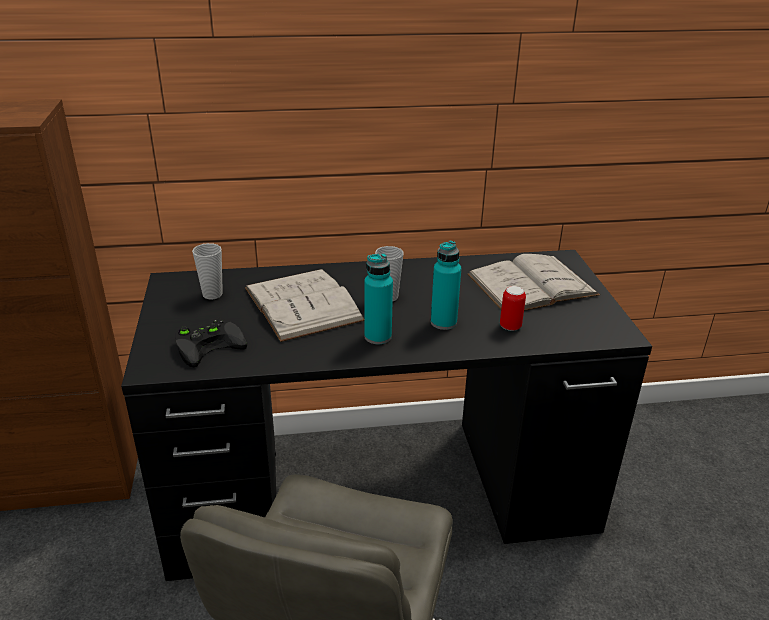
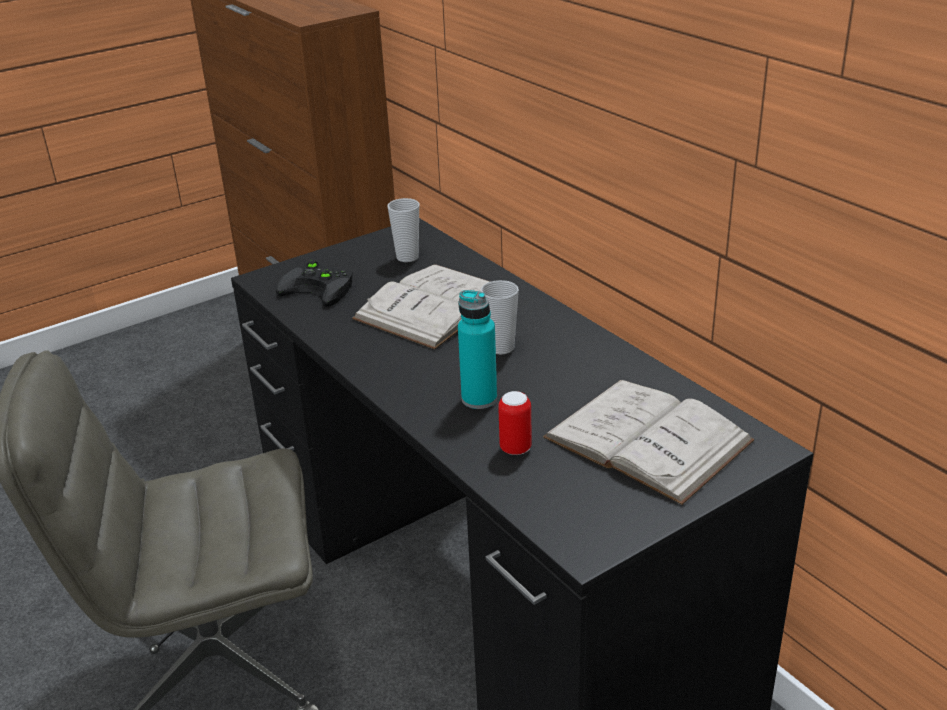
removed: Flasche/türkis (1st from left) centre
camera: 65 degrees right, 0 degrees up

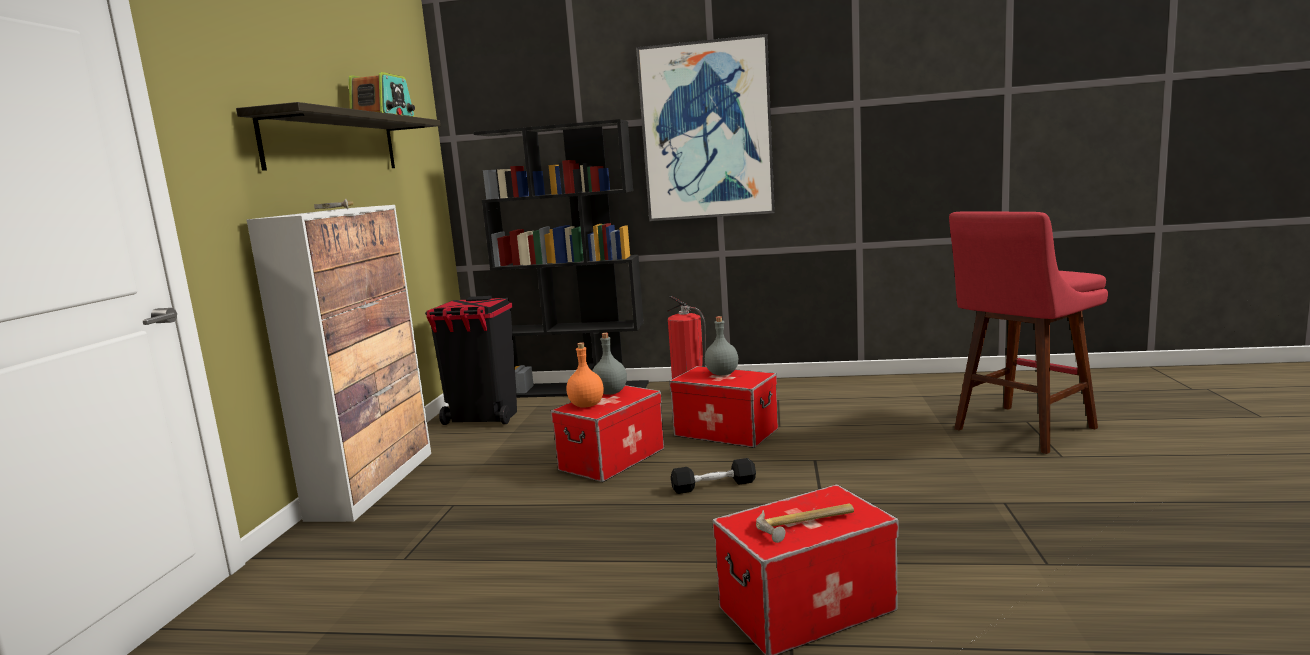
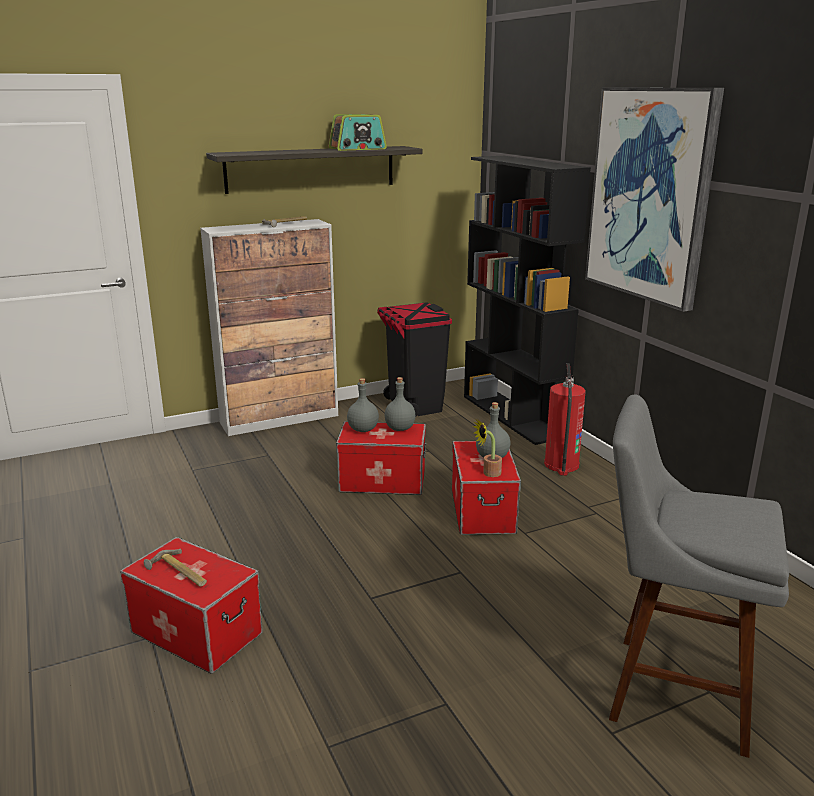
removed: Hantel/schwarz bottom centre
added: Topfpflanze centre
recoloured: Hocker/rot middle right to Hocker/grau bottom right; Flasche/orange centre to Flasche/grau (1st from left) centre
camera: 55 degrees right, 10 degrees up

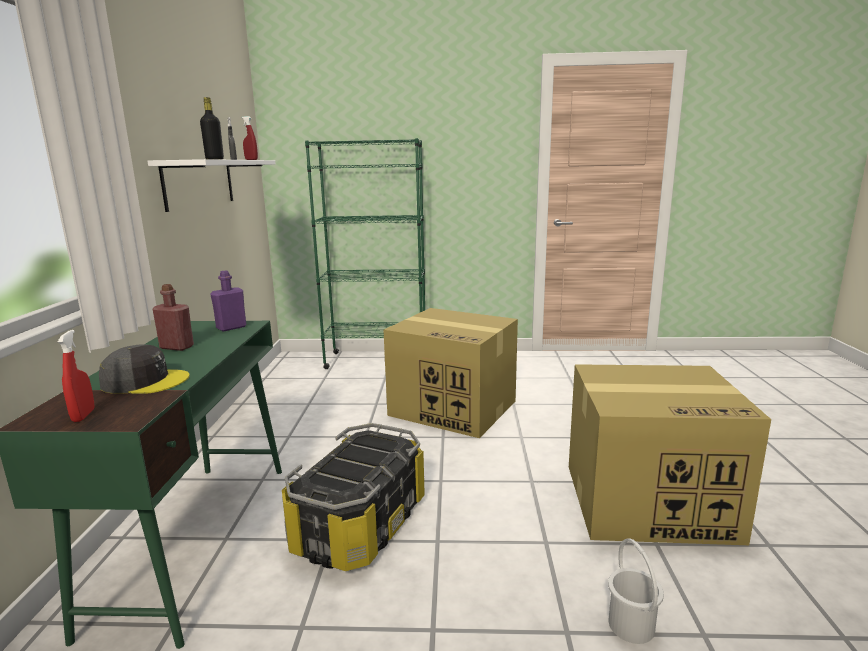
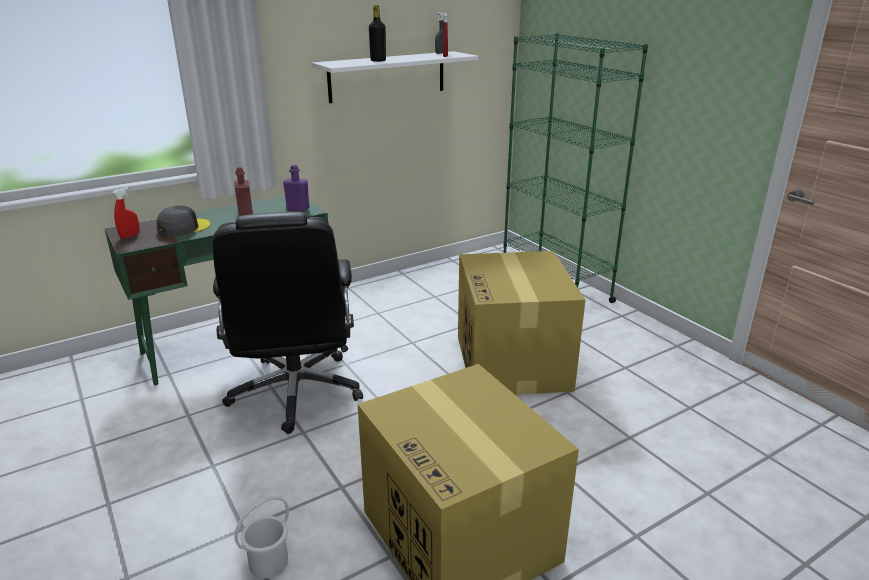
replaced: Aufbewahrungsbox bottom centre to Bürostuhl/schwarz middle left
turned: Kappe/grau middle left = middle left 105 degrees counterclockwise
camera: 55 degrees right, 10 degrees up

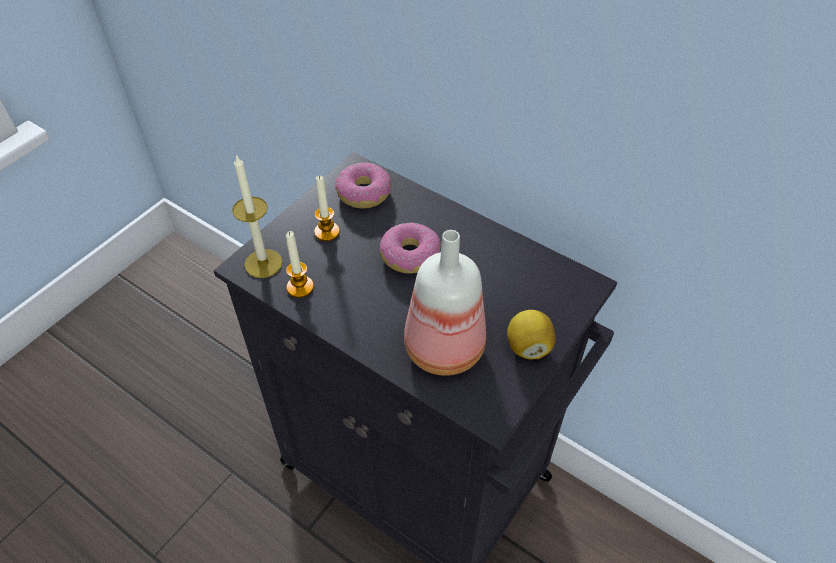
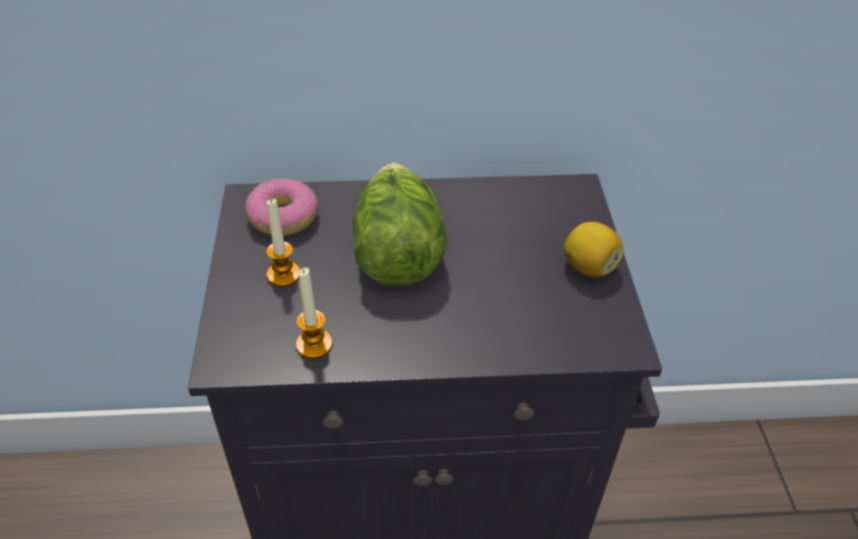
removed: Kerze (1st from left) middle left; Flasche centre
replaced: Donut (2nd from left) centre to Salatkopf centre
camera: 40 degrees left, 5 degrees down

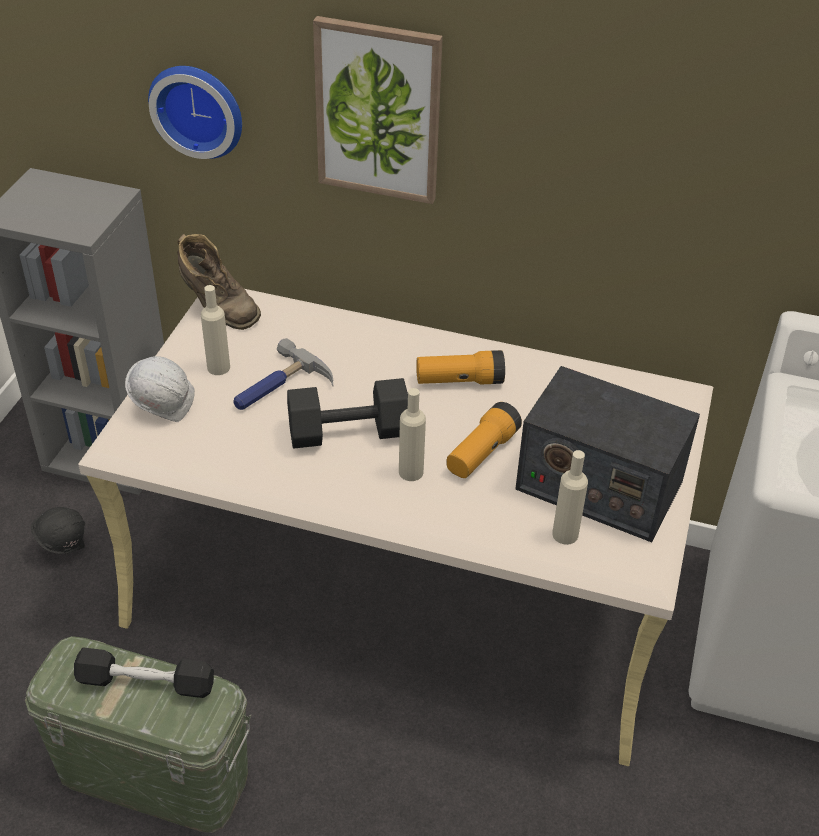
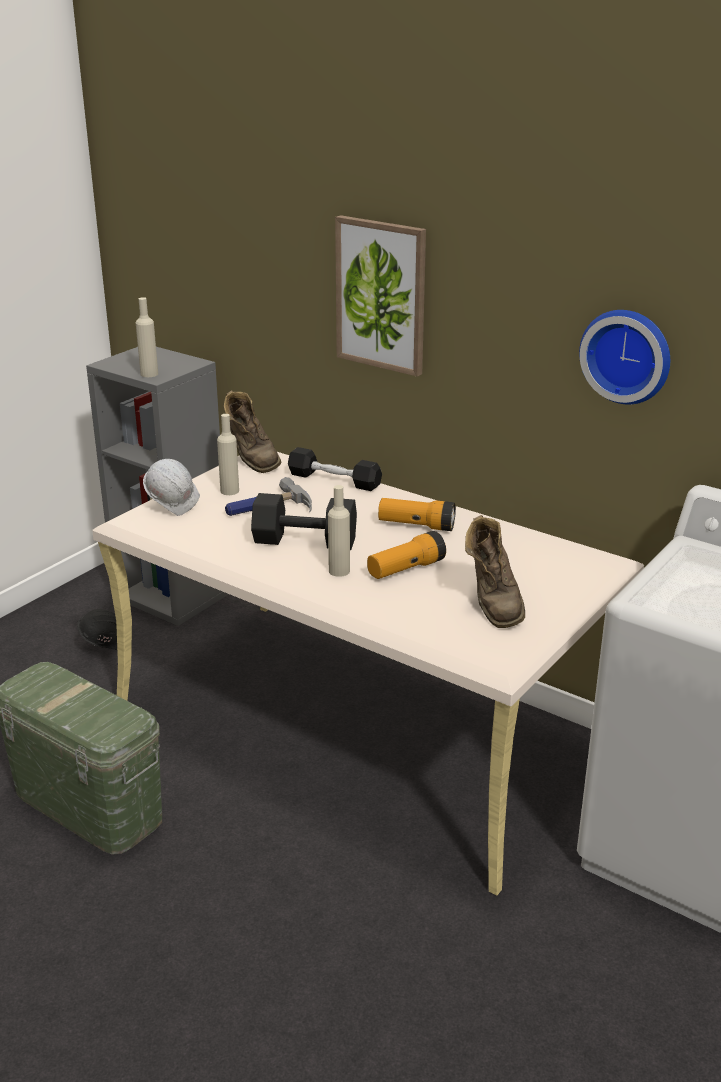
moved: Wanduhr top left to top right; Flasche/beige (3rd from left in the first image) middle right to Flasche/beige (1st from left) top left; Hantel/schwarz (1st from left in the first image) bottom left to Hantel/schwarz (2nd from left) centre
replaced: Radio middle right to Stiefel/braun (2nd from left) middle right
camera: 20 degrees right, 15 degrees down

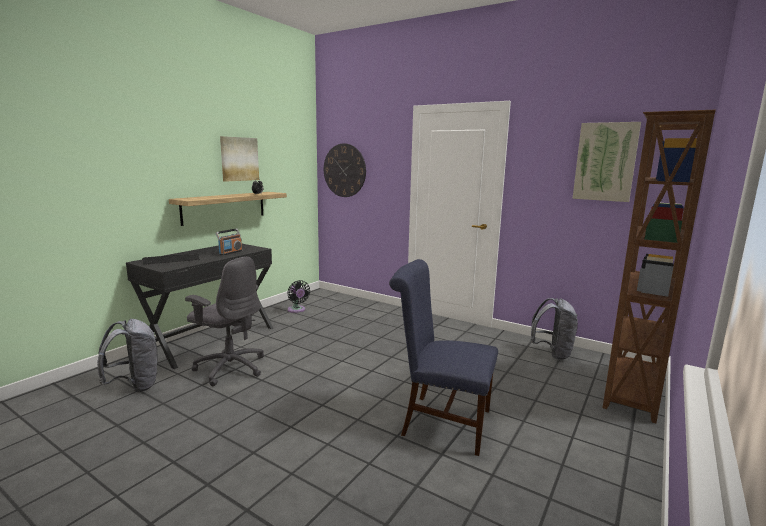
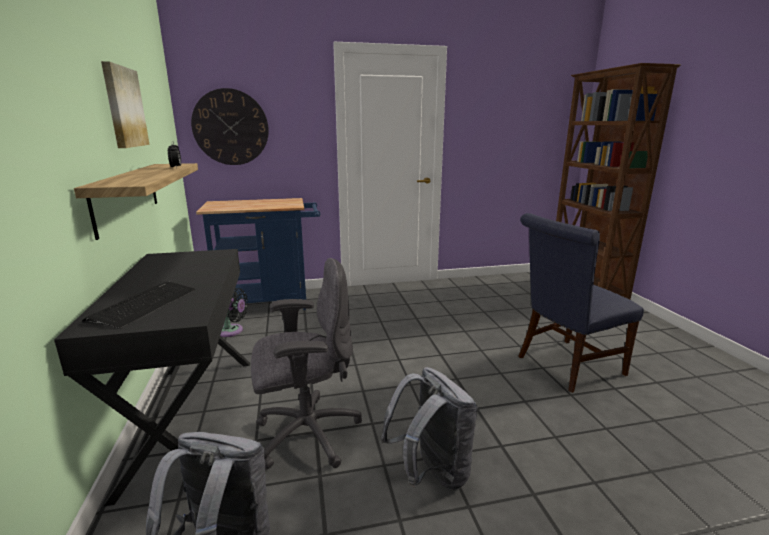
removed: Bild (2nd from left) top right; Radio middle left
added: Rollwagen/blau centre
moved: Rucksack/grau (2nd from left) middle right to bottom centre
camera: 45 degrees left, 5 degrees up

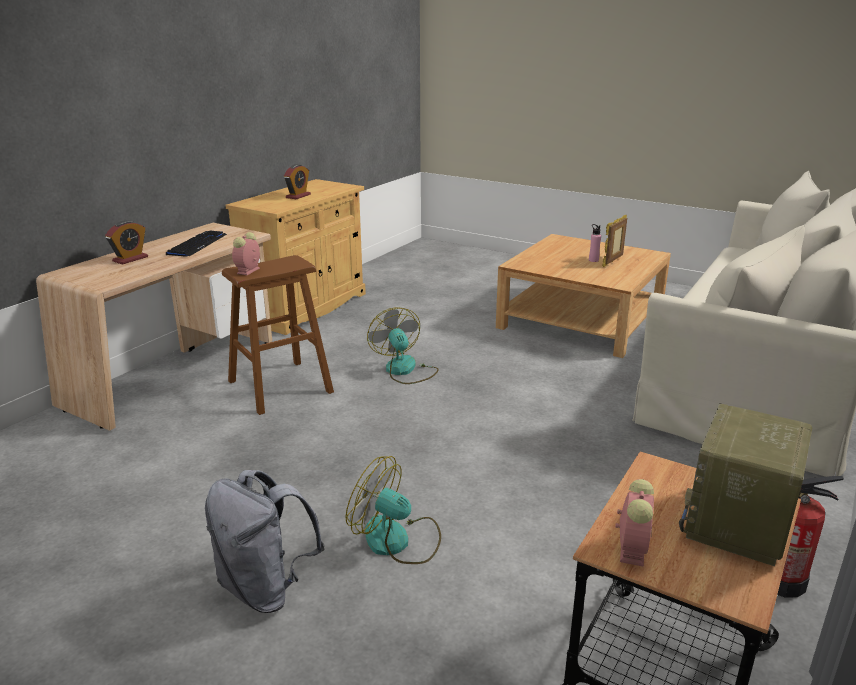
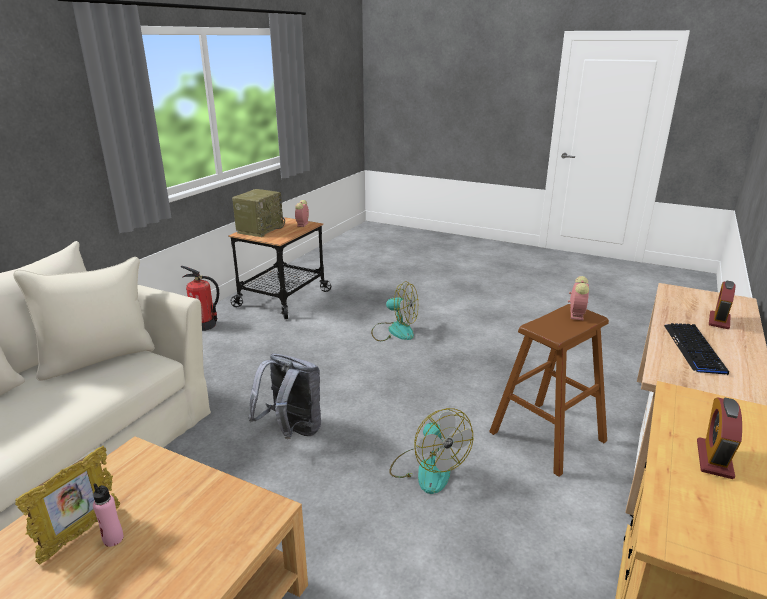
moved: Rucksack/grau bottom left to centre
camera: 175 degrees right, 0 degrees up

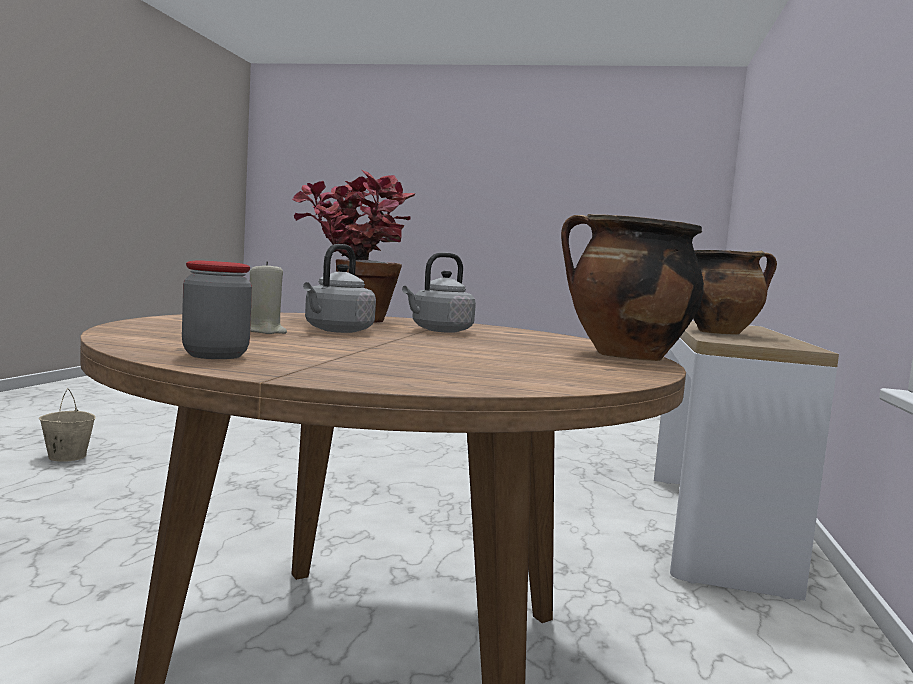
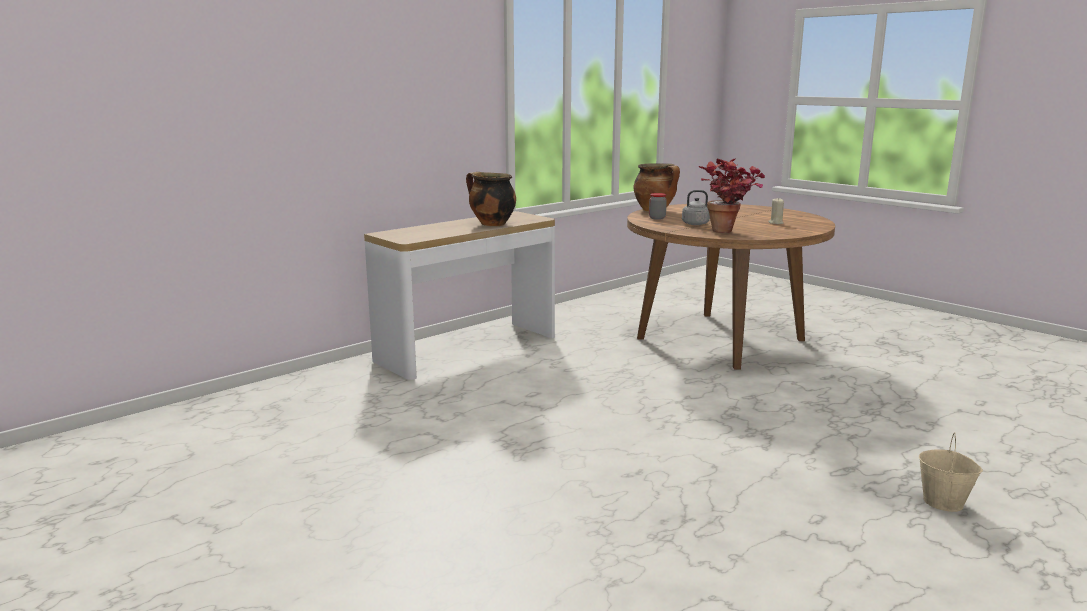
removed: Wasserkessel/grau (1st from left) centre
moved: Vorratsglas middle left to centre
camera: 145 degrees left, 10 degrees up

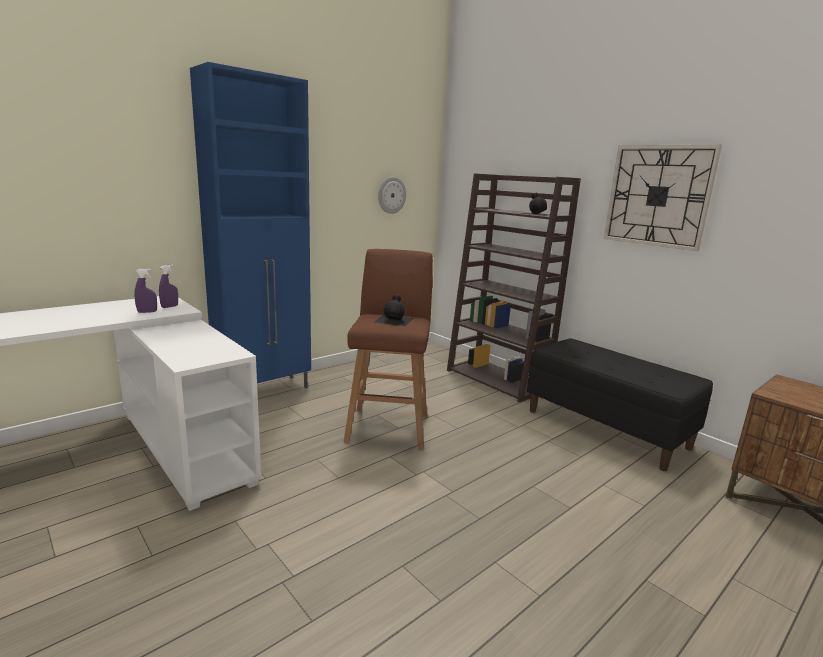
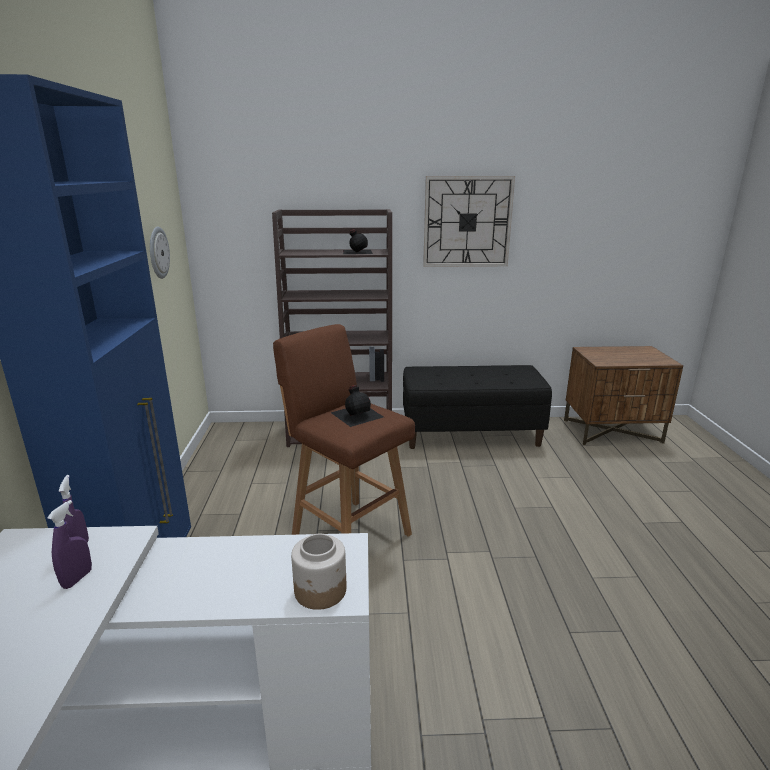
added: Vorratsglas bottom centre
camera: 50 degrees left, 5 degrees up

